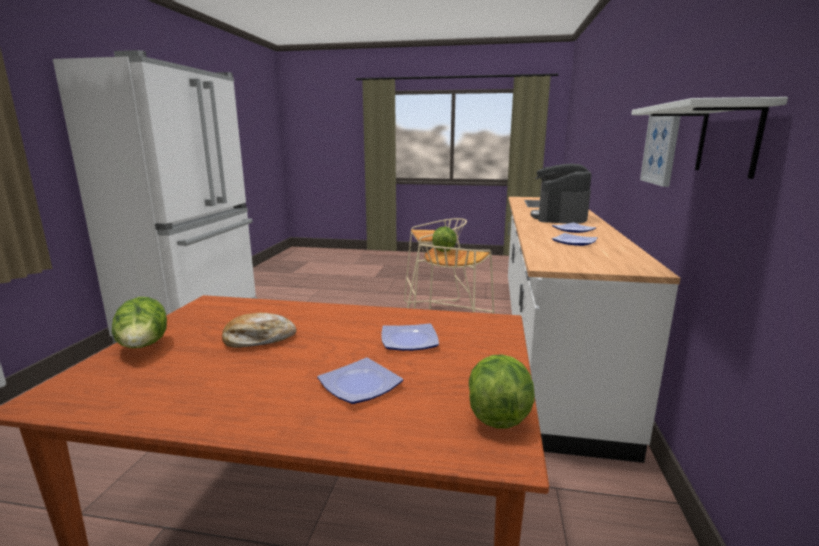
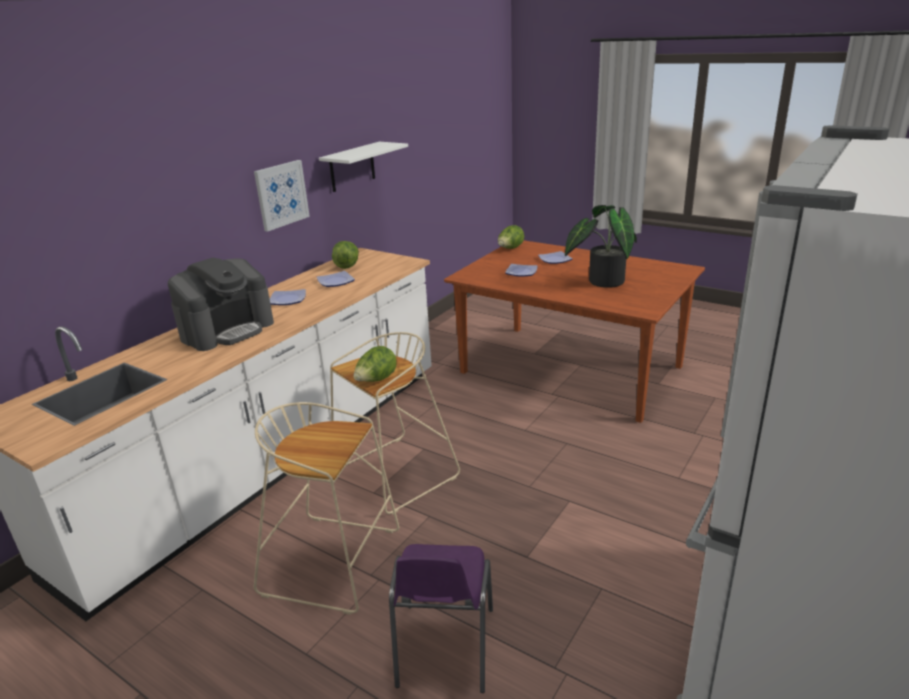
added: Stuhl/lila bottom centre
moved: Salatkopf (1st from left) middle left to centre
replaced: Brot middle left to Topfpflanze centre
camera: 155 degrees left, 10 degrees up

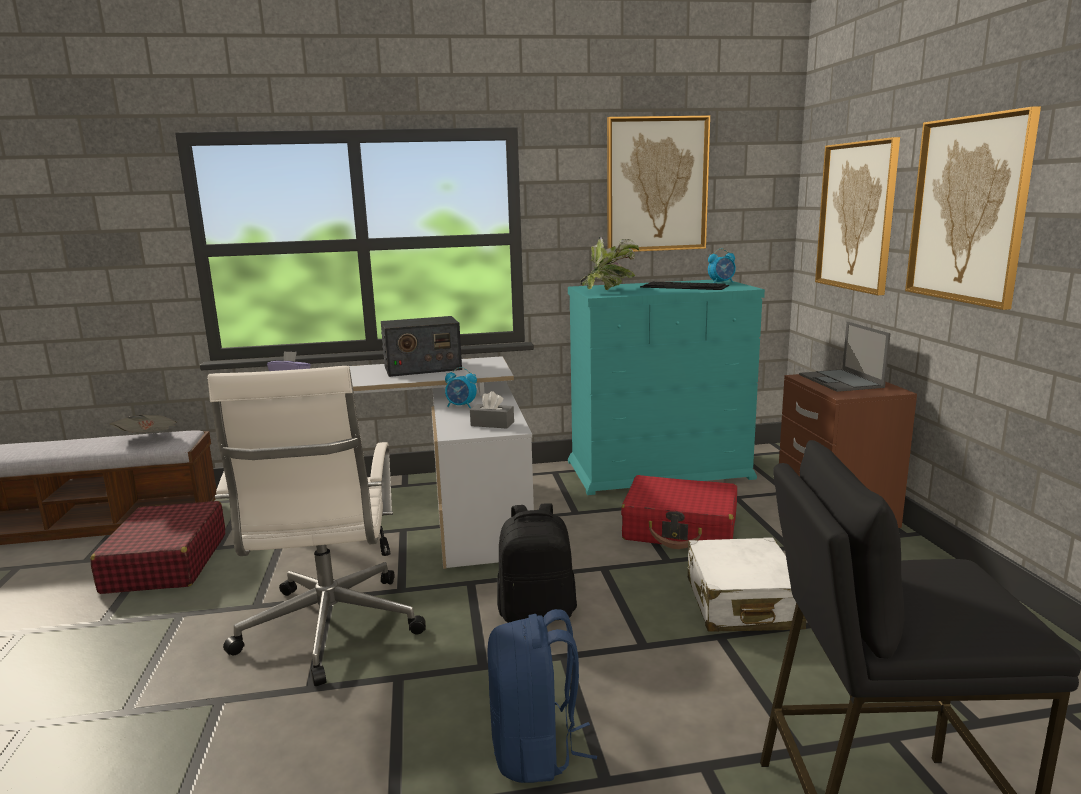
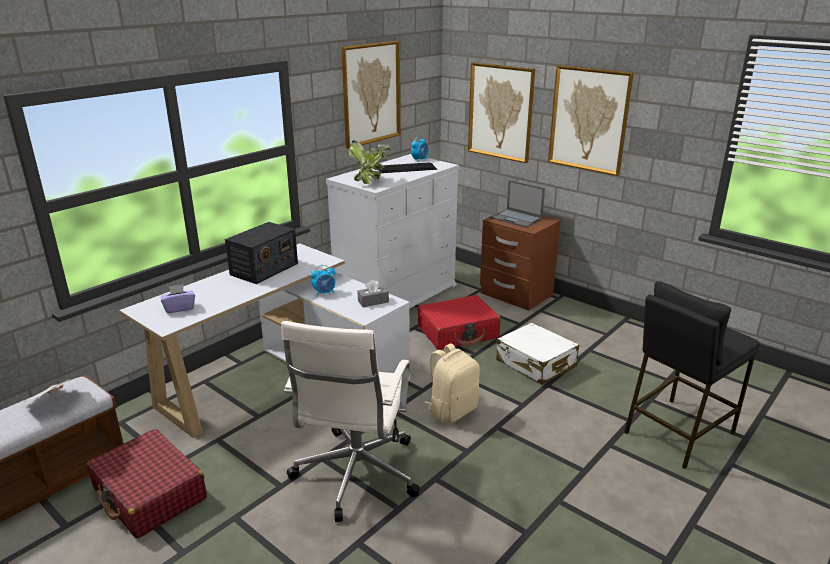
removed: Rucksack/blau bottom centre
recoloured: Kommode/türkis centre to Kommode/weiß centre; Rucksack/schwarz bottom centre to Rucksack/beige bottom centre
turned: Bürostuhl/weiß middle left = bottom centre 60 degrees clockwise
camera: 40 degrees left, 10 degrees up

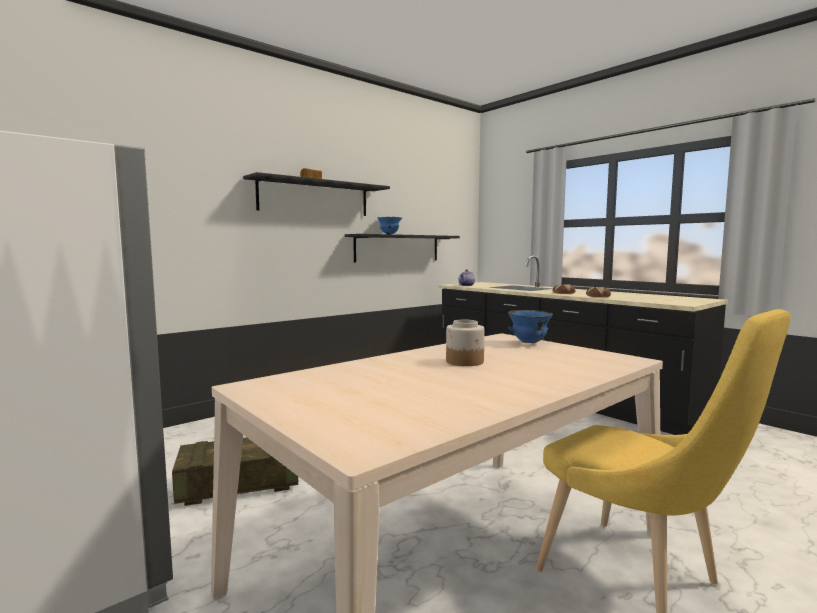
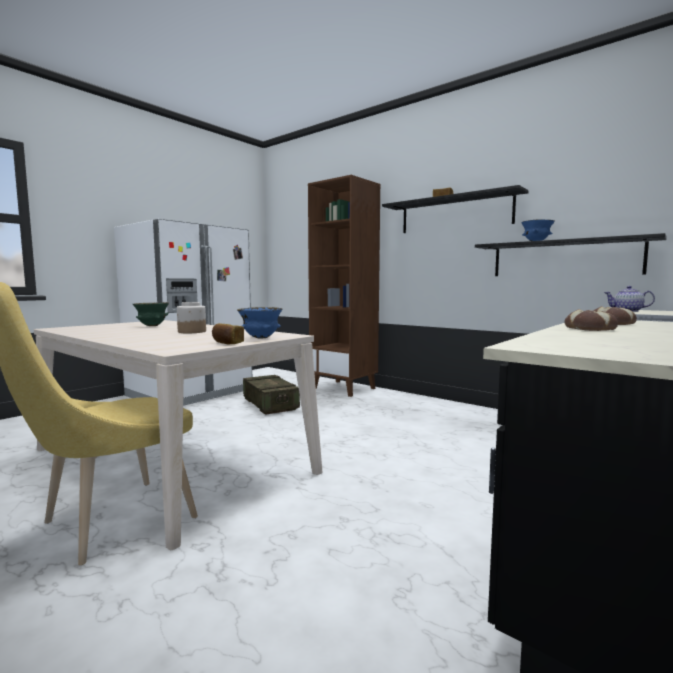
added: Bücherregal/braun centre; Schüssel/grün middle left; Brot (1st from left) centre
camera: 80 degrees right, 0 degrees up

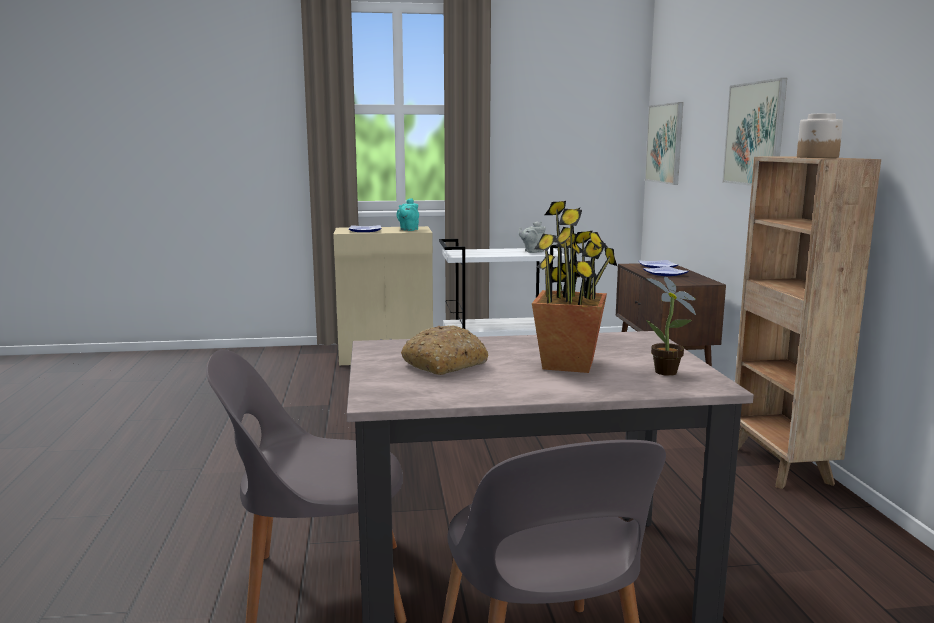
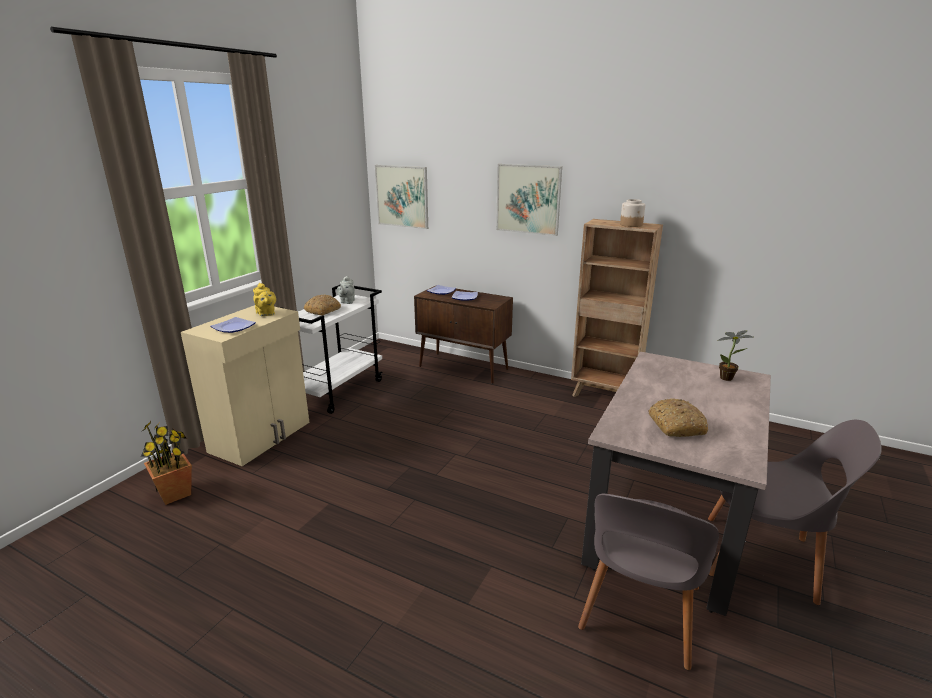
added: Brot (1st from left) centre
moved: Topfpflanze (1st from left) centre to middle left
recoloured: Teekanne/türkis centre to Teekanne/gelb middle left
camera: 55 degrees left, 10 degrees up

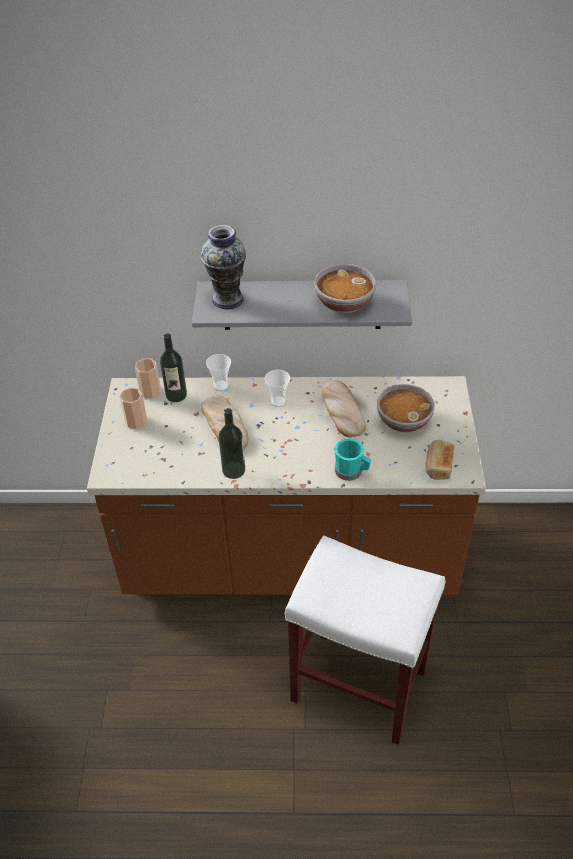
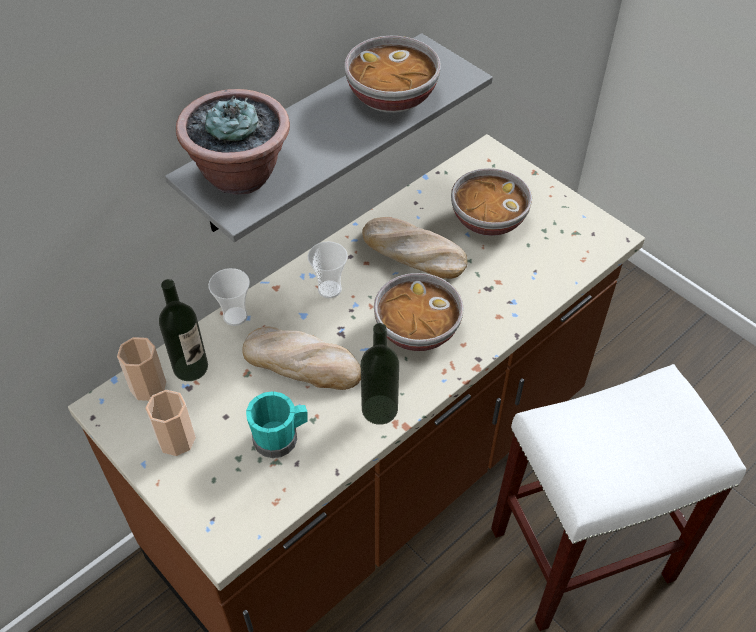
removed: Brot (3rd from left) middle right
added: Schüssel (2nd from left) centre
moved: Henkelbecher/türkis centre to bottom centre
replaced: Vase top centre to Topfpflanze top left
camera: 45 degrees left, 5 degrees up

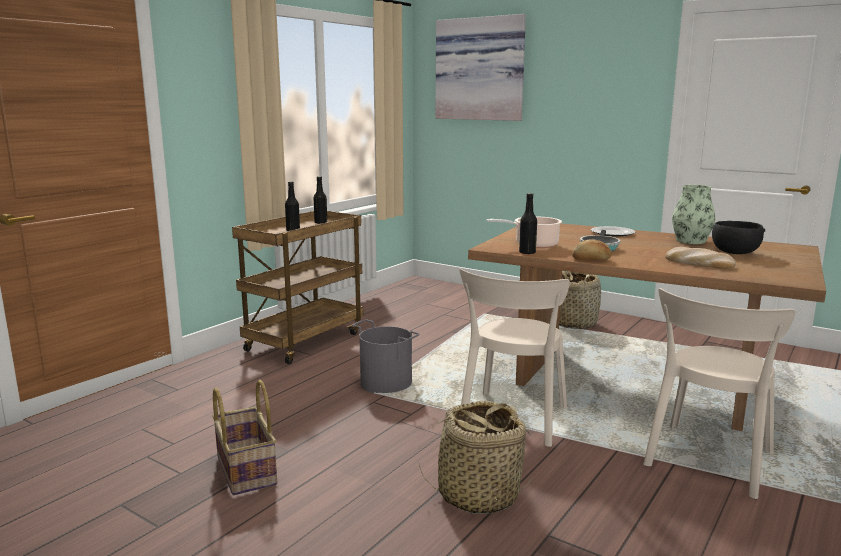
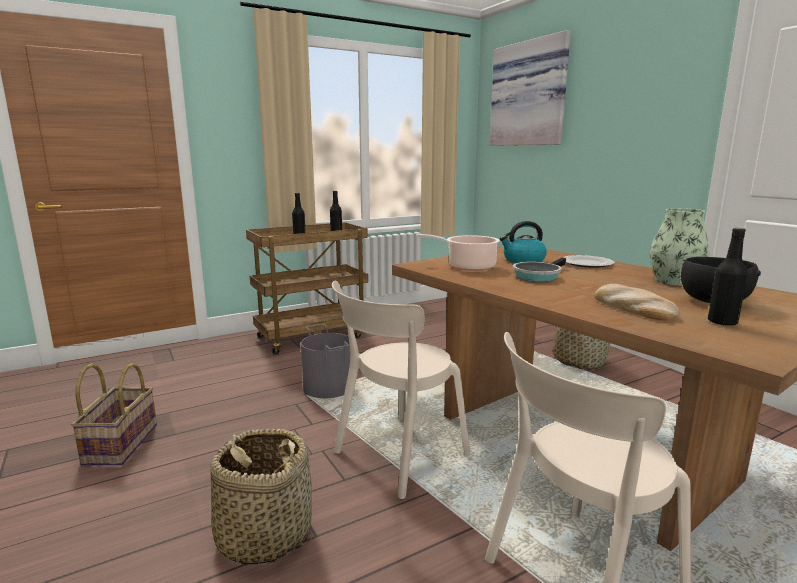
removed: Brot (1st from left) middle right
added: Wasserkessel centre
moved: Flasche/schwarz (3rd from left) centre to middle right
camera: 25 degrees right, 0 degrees up

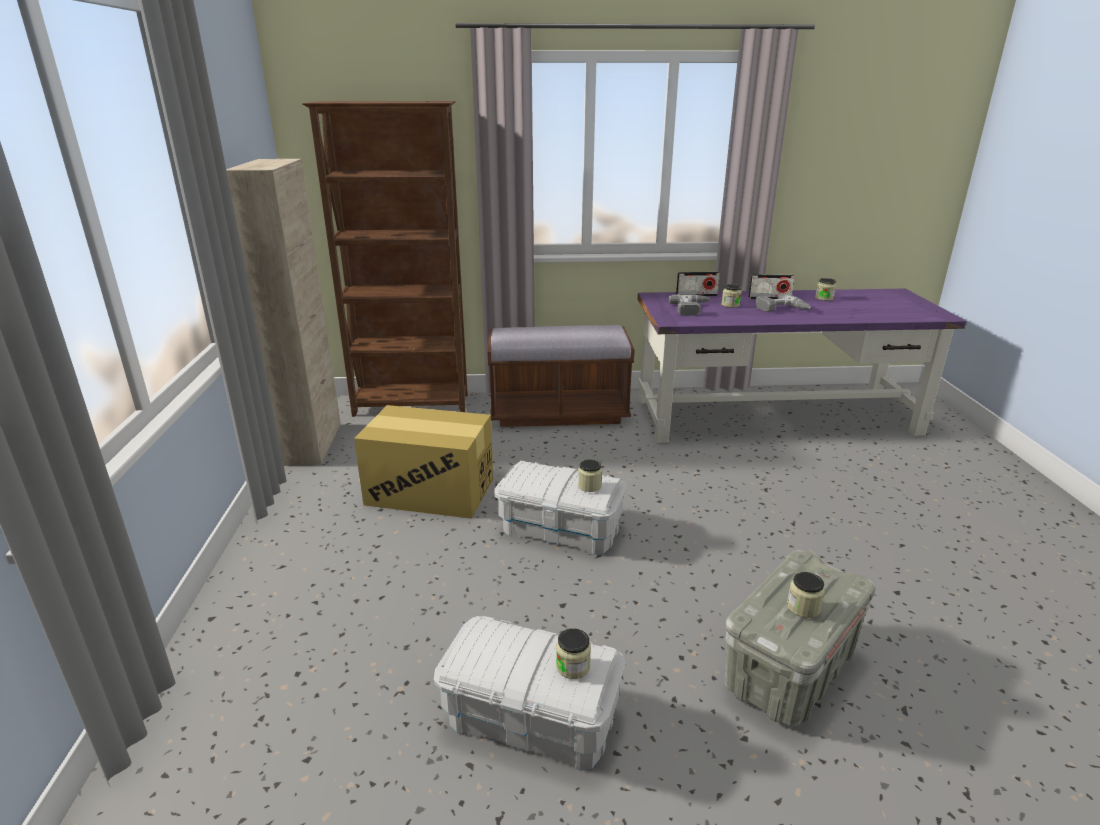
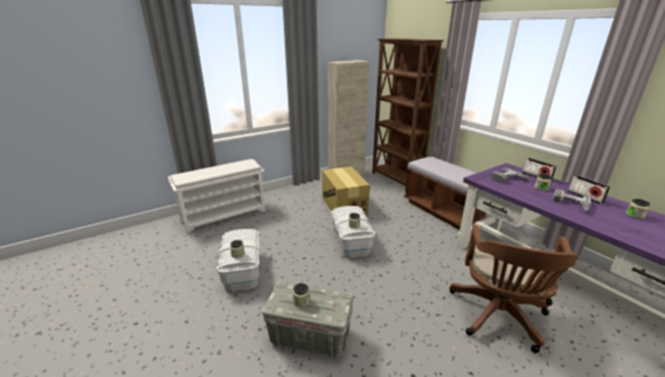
added: Schuhregal/weiß middle left; Bürostuhl/braun bottom right
camera: 60 degrees right, 0 degrees up

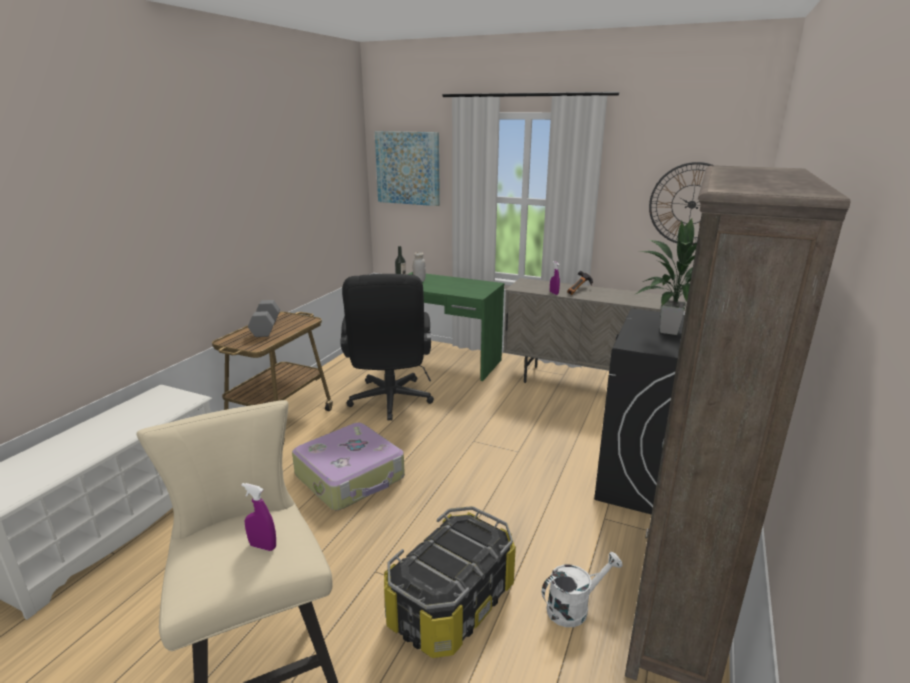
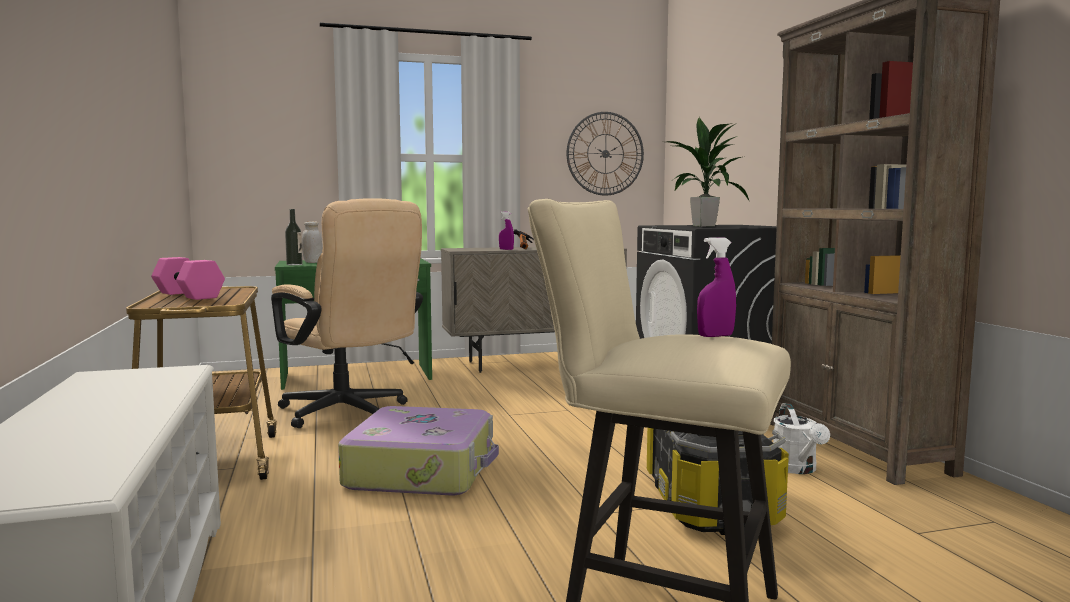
removed: Bild top centre
recoloured: Bürostuhl/schwarz centre to Bürostuhl/beige middle left; Hantel/grau middle left to Hantel/rosa middle left
turned: Gießkanne/weiß bottom centre = bottom right 150 degrees clockwise
camera: 40 degrees left, 15 degrees down

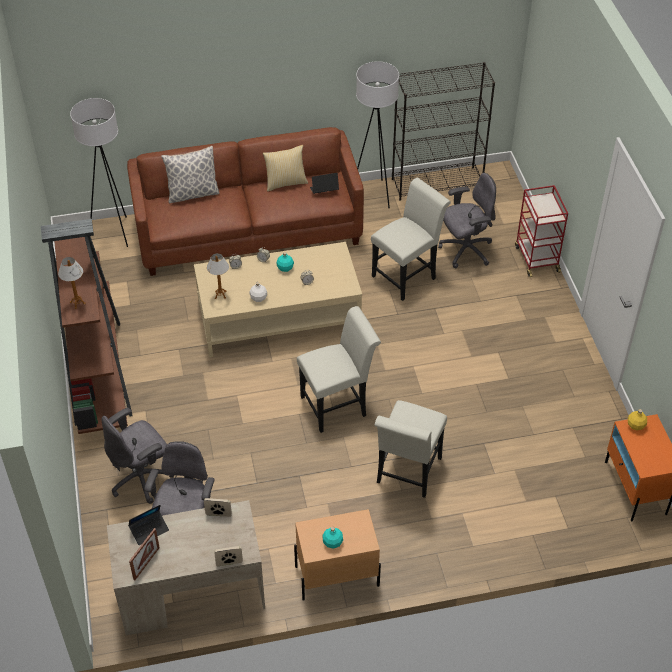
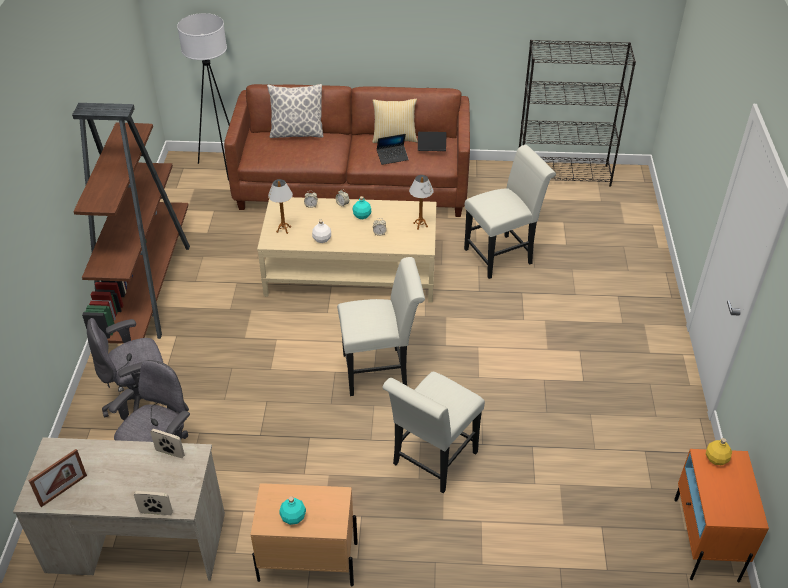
removed: Stehlampe/weiß (2nd from left) top centre; Bürostuhl/grau (3rd from left) top right; Rollwagen/rot middle right
moved: Tischlampe (1st from left in the first image) middle left to Tischlampe (2nd from left) centre; Laptop (1st from left) bottom left to top centre
camera: 15 degrees right, 5 degrees down

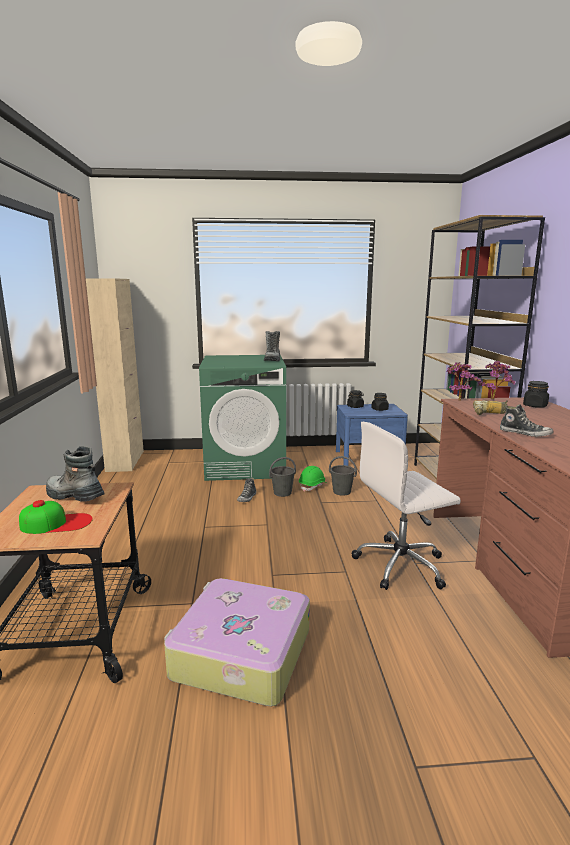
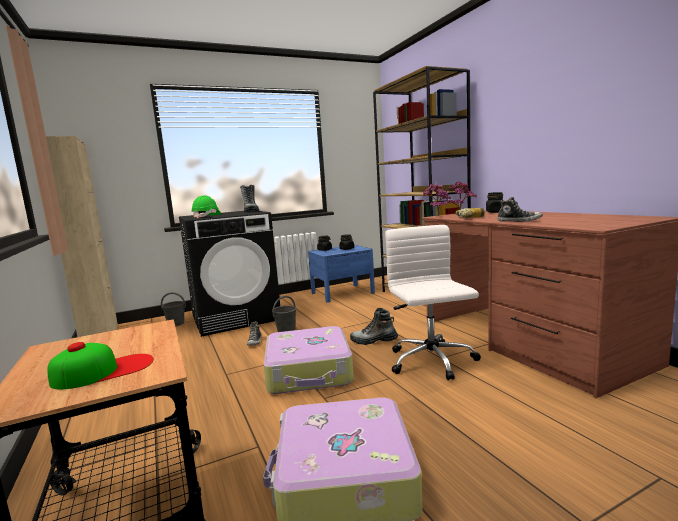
added: Koffer (1st from left) bottom centre
moved: Stiefel (1st from left in the first image) middle left to Stiefel (2nd from left) centre; Eimer/grau (2nd from left in the first image) centre to Eimer/grau (1st from left) middle left; Schutzhelm/grün centre to middle left
recoloured: Waschmaschine/grün centre to Waschmaschine/schwarz centre
turned: Bürostuhl/weiß middle right = centre 120 degrees clockwise
camera: 20 degrees left, 5 degrees down

